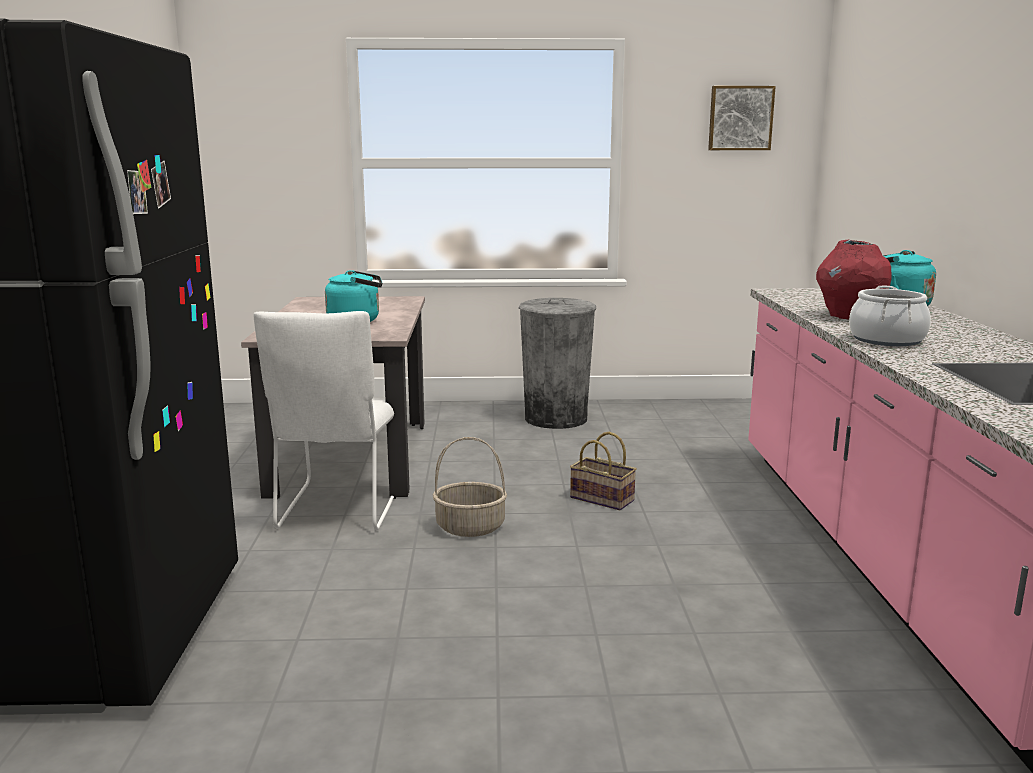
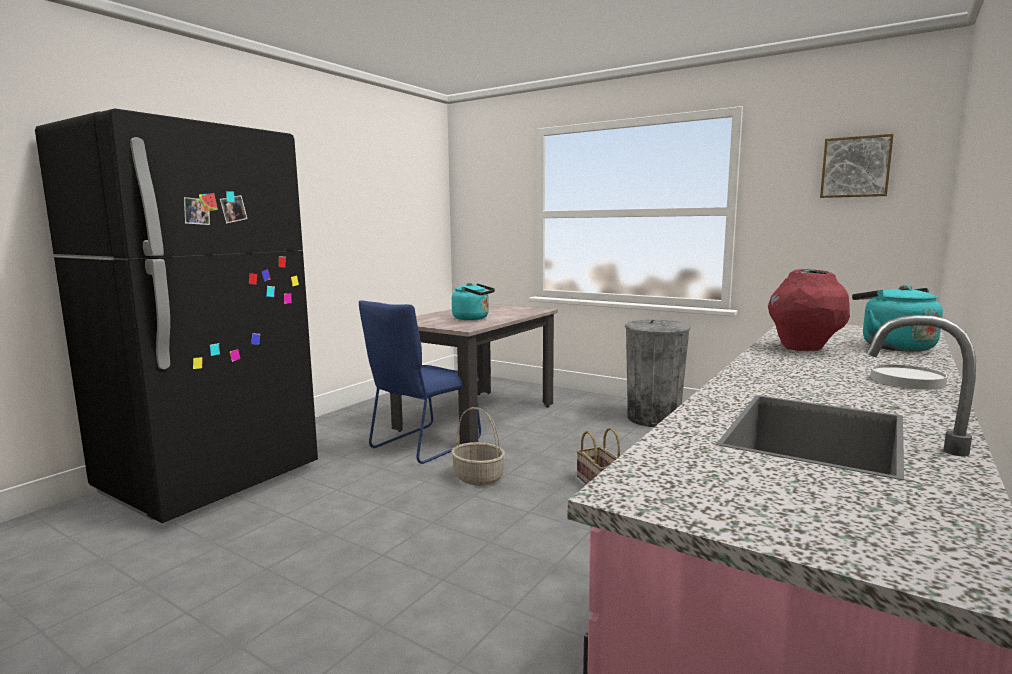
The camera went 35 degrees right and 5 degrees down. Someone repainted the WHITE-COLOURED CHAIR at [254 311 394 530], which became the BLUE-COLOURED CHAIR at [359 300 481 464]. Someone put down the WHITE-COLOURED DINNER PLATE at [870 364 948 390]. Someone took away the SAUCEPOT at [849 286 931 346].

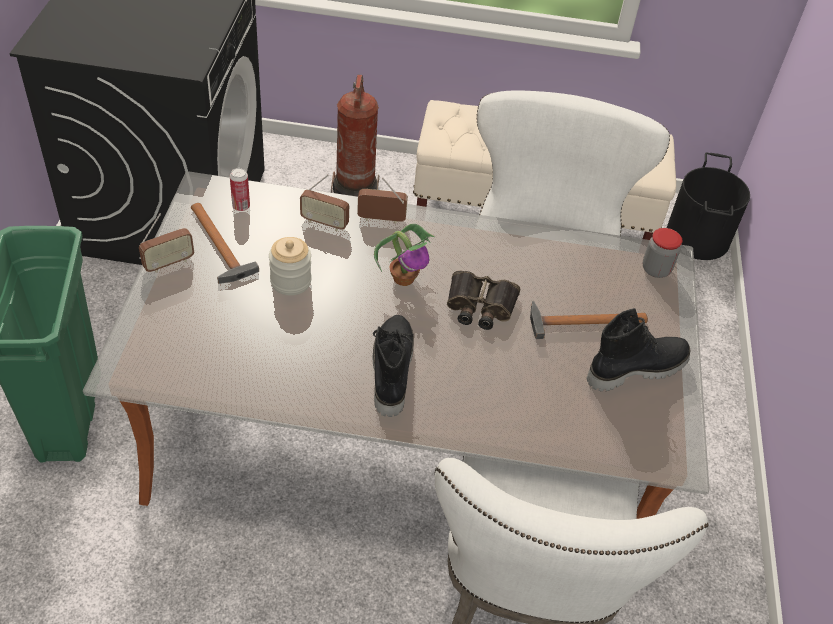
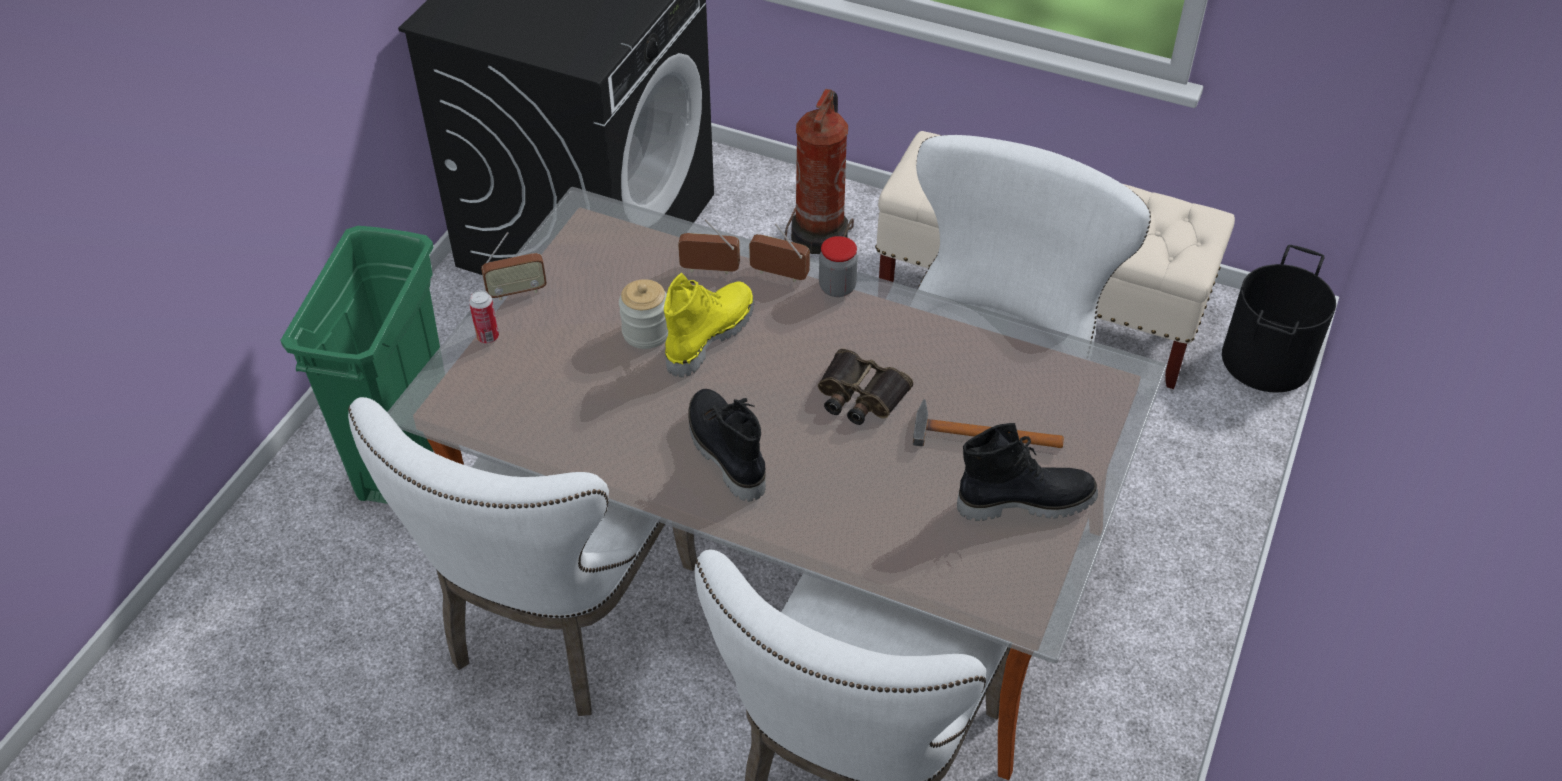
The camera went 20 degrees right and 0 degrees up. Someone put down the WHITE-COLOURED CHAIR at [348 397 697 716]. Someone carried the CAN from [230 168 250 211] to [469 290 499 343]. Someone put down the YELLOW HIGH-TOP BOOT at [664 273 754 377]. Someone rotated the RADIO SET at [300 174 349 231] by 150 degrees clockwise. Someone rotated the BLACK HIGH-TOP BOOT at [373 315 414 417] by 45 degrees counterclockwise. Someone carried the STORAGE JAR from [643 228 682 278] to [819 236 858 297]. Someone took away the HAND HAMMER at [191 203 259 284]. Someone took away the HOUSEPLANT at [374 224 435 286].

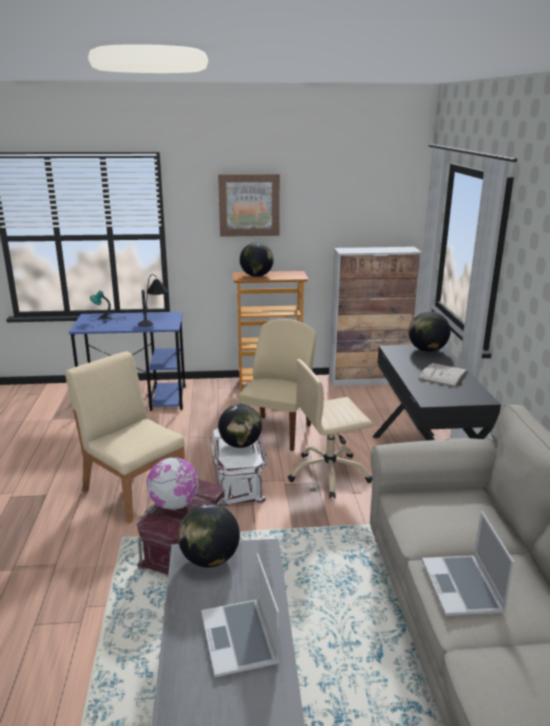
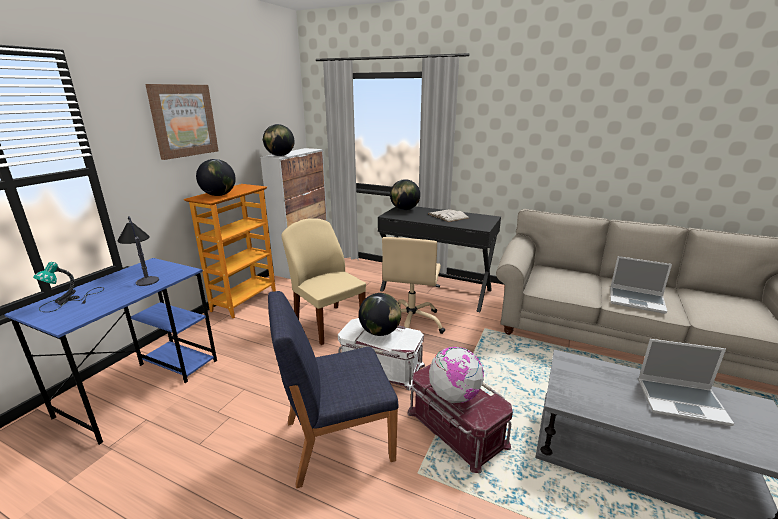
The camera went 60 degrees left and 0 degrees up. Someone carried the DESK GLOBE from [178 504 240 567] to [263 124 295 156]. Someone repainted the BEIGE-COLOURED CHAIR at [65 351 185 523], which became the BLUE-COLOURED CHAIR at [268 291 399 488].

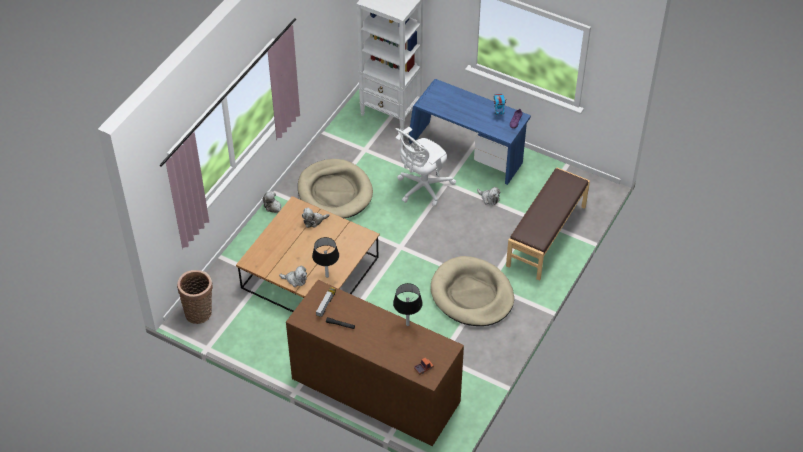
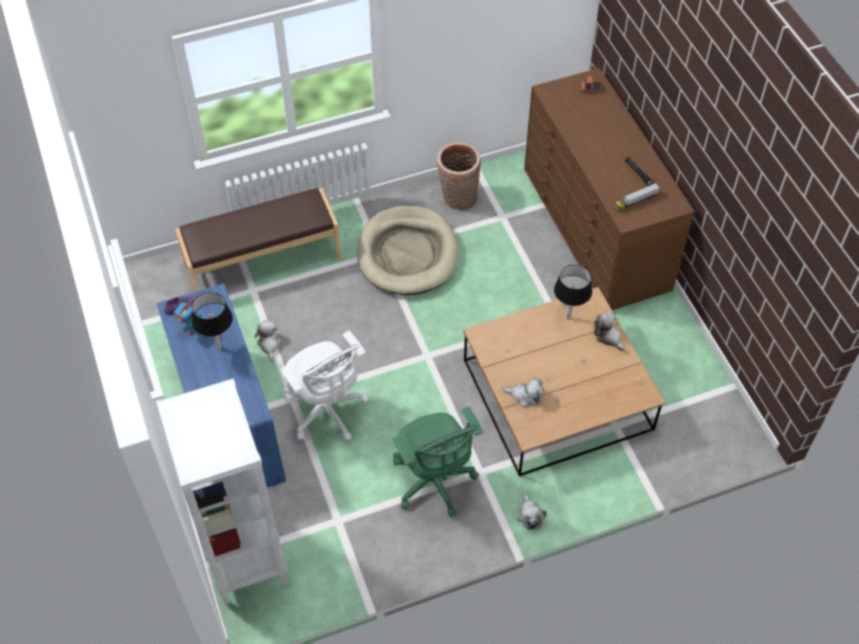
The camera went 140 degrees left and 5 degrees up. Someone carried the BLACK TABLE LAMP from [393 283 423 326] to [191 292 233 350]. Someone rotated the WHITE-COLOURED COMPUTER CHAIR at [395 127 456 206] by 60 degrees clockwise. Someone swapped the BEIGE-COLOURED DOG CUSHION at [298 159 373 218] for the GREEN-COLOURED COMPUTER CHAIR at [392 407 483 518]. Someone carried the BASKET from [177 270 213 324] to [437 142 481 210].

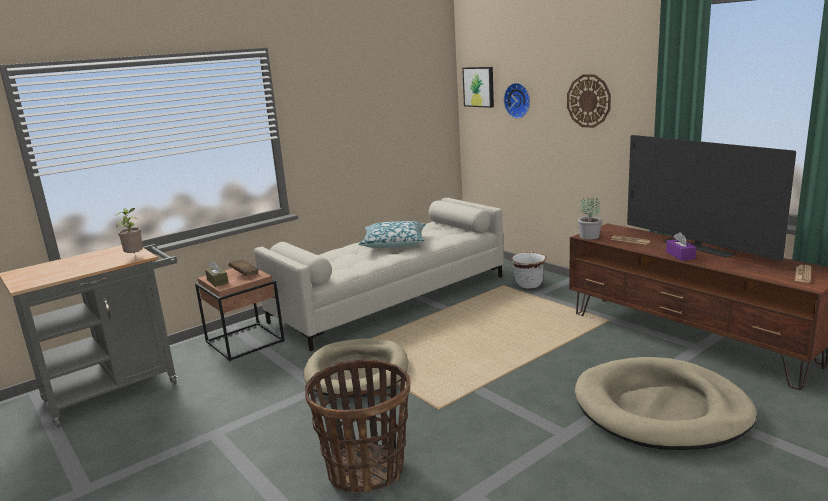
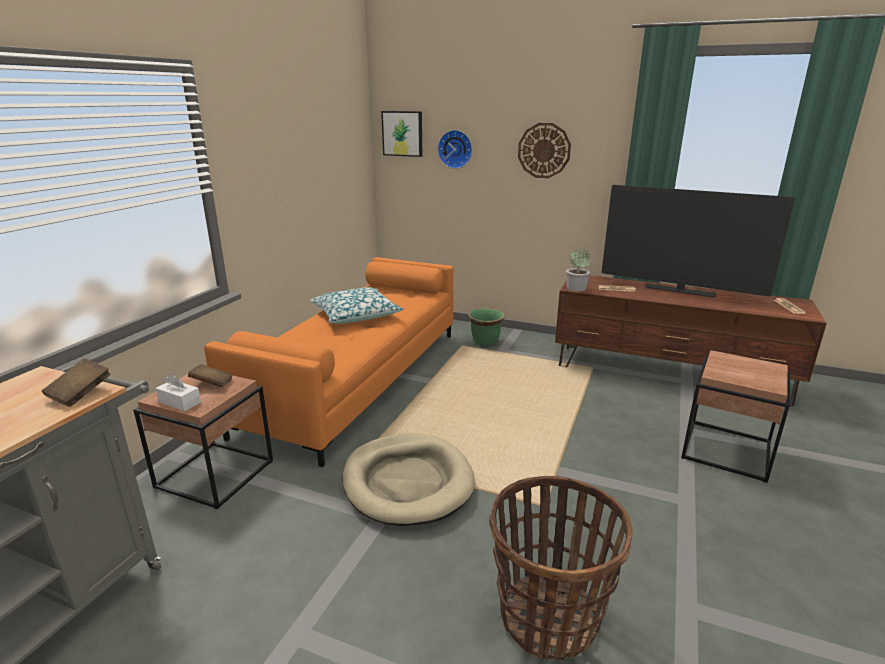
The camera went 30 degrees left and 5 degrees up. Someone swapped the HOUSEPLANT at [115 208 143 253] for the BROWN-COLOURED BOUND BOOK at [42 358 111 407]. Someone repainted the BROWN-COLOURED TISSUE BOX at [205 261 228 287], which became the WHITE-COLOURED TISSUE BOX at [156 374 201 411]. Someone repainted the BEIGE-COLOURED COUCH at [254 198 504 351], which became the ORANGE-COLOURED COUCH at [204 257 453 467]. Someone repainted the WHITE-COLOURED FLOWER POT at [511 252 547 289], which became the GREEN-COLOURED FLOWER POT at [468 308 505 346]. Someone swapped the BEIGE-COLOURED DOG CUSHION at [575 357 757 450] for the BROWN-COLOURED SIDE TABLE at [681 350 790 483]. Someone took away the PURPLE-COLOURED TISSUE BOX at [666 232 696 261].

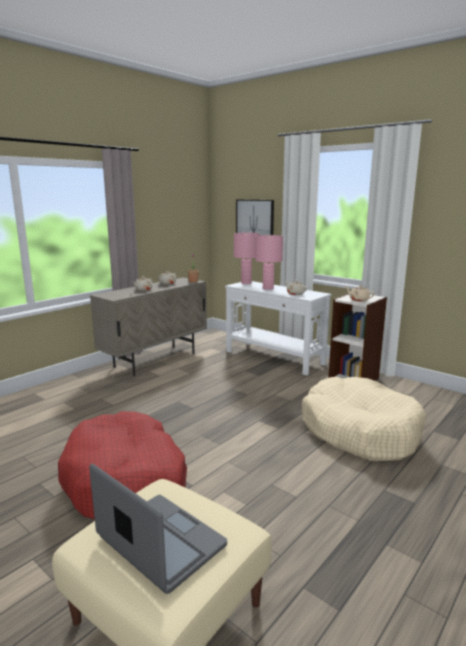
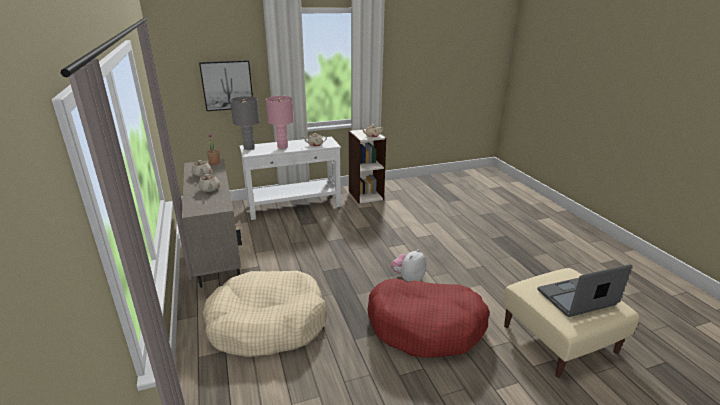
The camera went 60 degrees left and 10 degrees up. Someone carried the BEIGE-COLOURED DOG CUSHION from [302 377 426 461] to [202 271 327 357]. Someone repainted the PINKISH TABLE LAMP at [234 233 260 284], which became the GREY TABLE LAMP at [230 96 260 150]. Someone put down the CUDDLY TOY at [391 249 426 282].

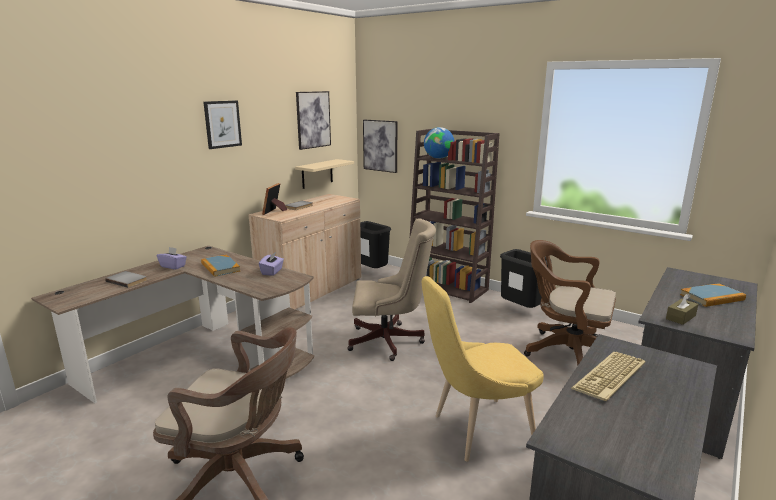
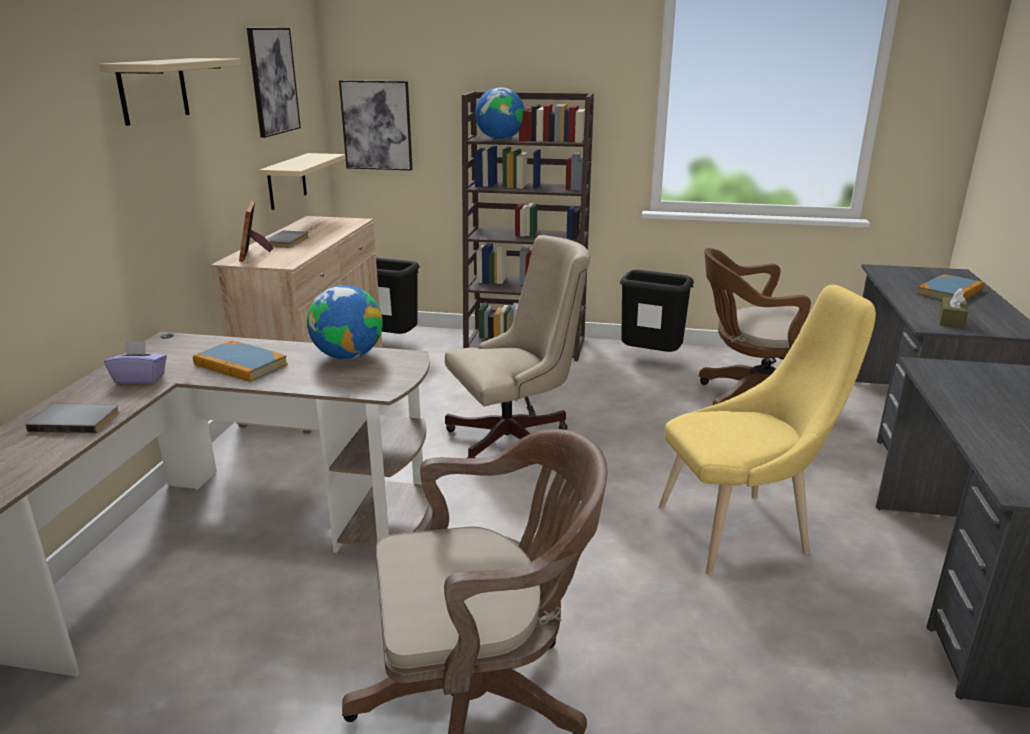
The camera went 25 degrees left and 5 degrees up. Someone swapped the PICTURE at [203 100 242 149] for the BEIGE-COLOURED BRACKET SHELF at [99 58 241 126]. Someone swapped the PURPLE-COLOURED TISSUE BOX at [259 252 284 276] for the DESK GLOBE at [307 285 383 359]. Someone rotated the YELLOW CHAIR at [422 276 544 461] by 150 degrees counterclockwise. Someone took away the PC KEYBOARD at [571 352 645 401].

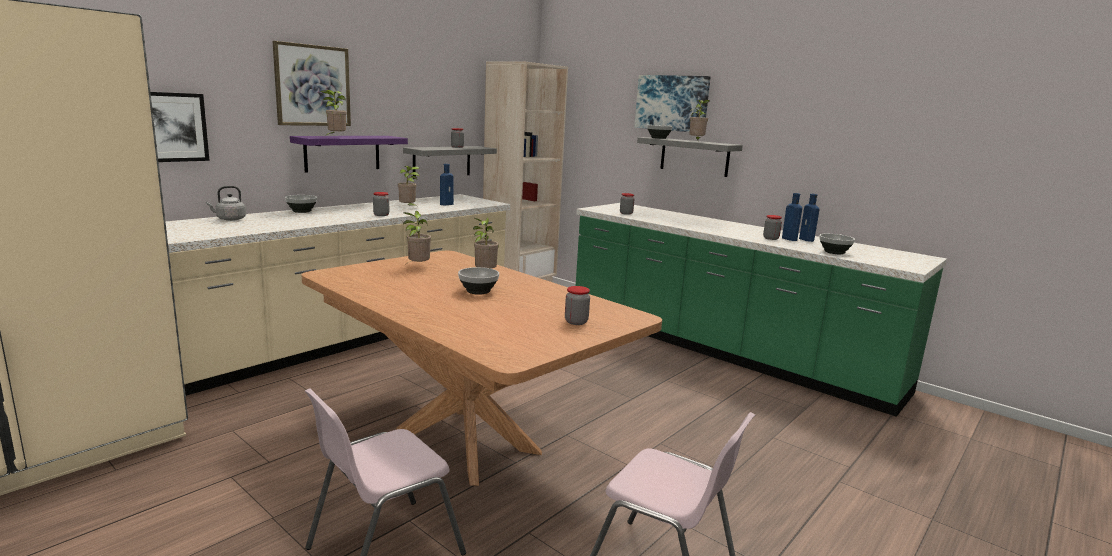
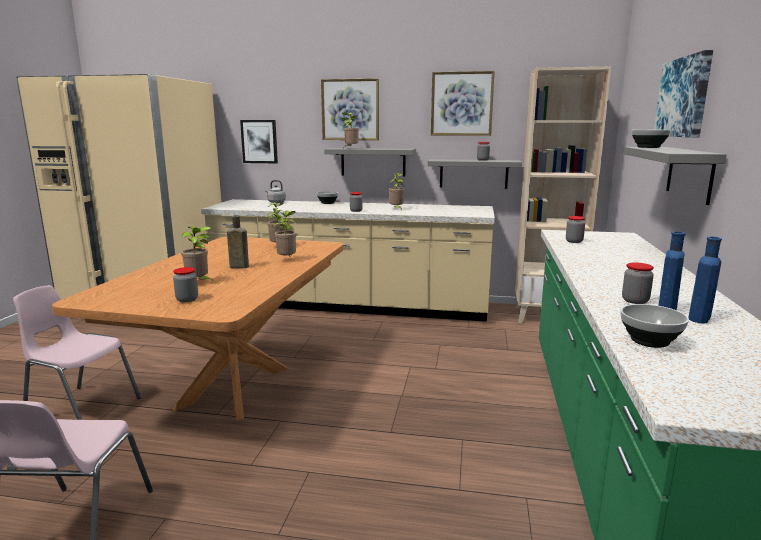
The camera went 60 degrees right and 0 degrees up. Someone carried the HOUSEPLANT from [689 100 709 140] to [181 226 211 280]. Someone swapped the DEEP DISH at [458 267 499 295] for the BROWN-COLOURED BEVERAGE BOTTLE at [227 215 249 268]. Someone repainted the PURPLE-COLOURED BRACKET SHELF at [290 136 408 173], which became the GREY BRACKET SHELF at [324 148 416 177]. Someone put up the PICTURE at [431 71 495 136]. Someone took away the BLUE-COLOURED BEVERAGE BOTTLE at [440 164 454 205].

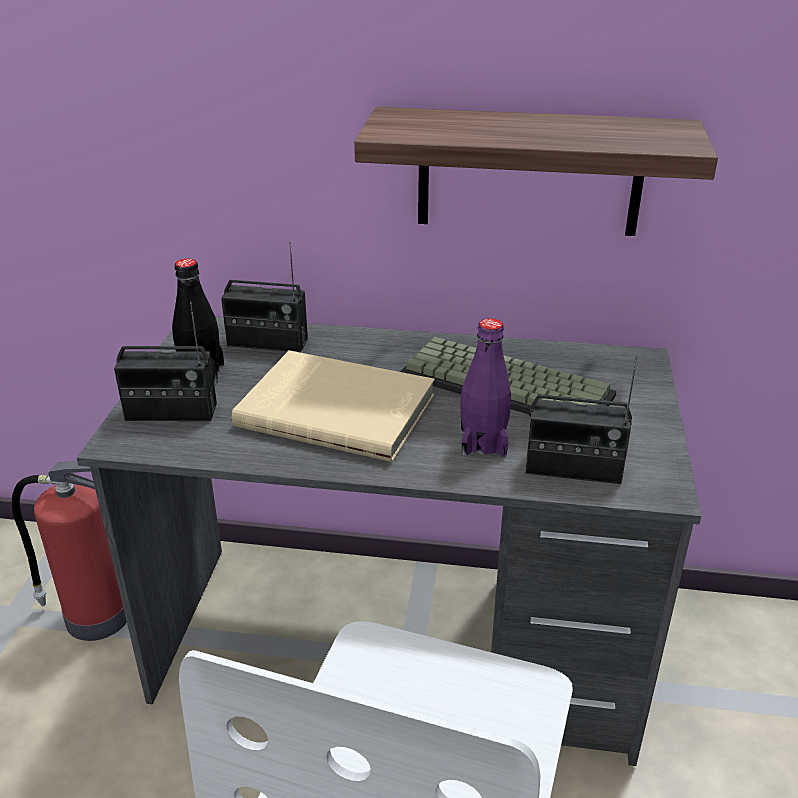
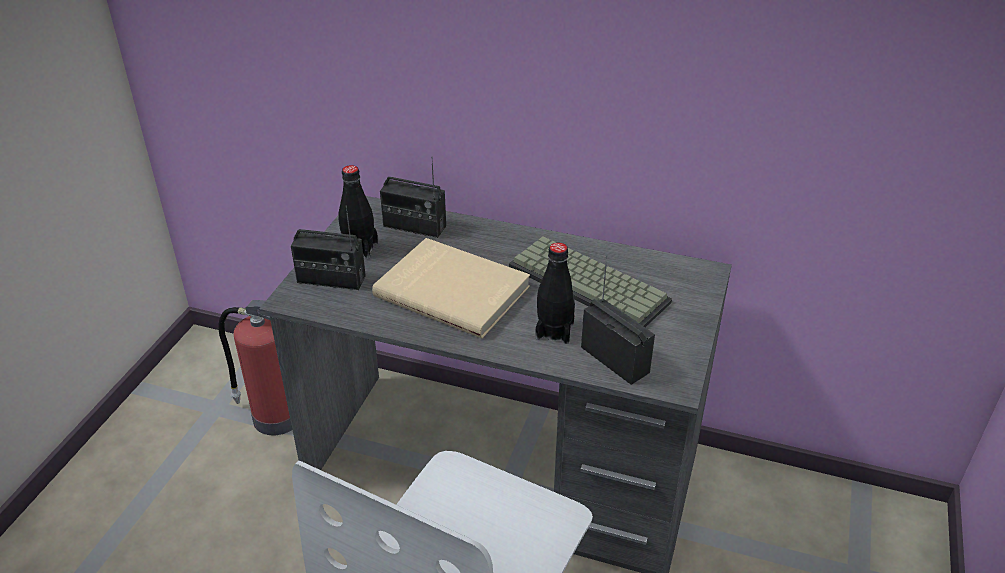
The camera went 10 degrees right and 5 degrees up. Someone repainted the PURPLE-COLOURED BEVERAGE BOTTLE at [460 318 511 457], which became the BLACK BEVERAGE BOTTLE at [535 243 575 344]. Someone rotated the RADIO SET at [525 356 637 484] by 150 degrees counterclockwise. Someone took away the BRACKET SHELF at [354 107 718 236].

